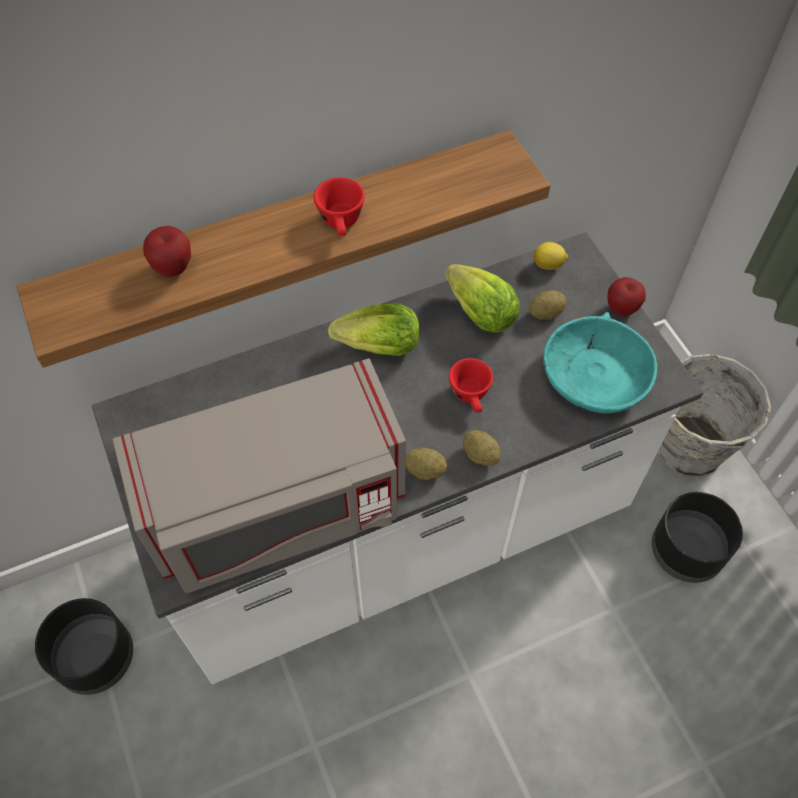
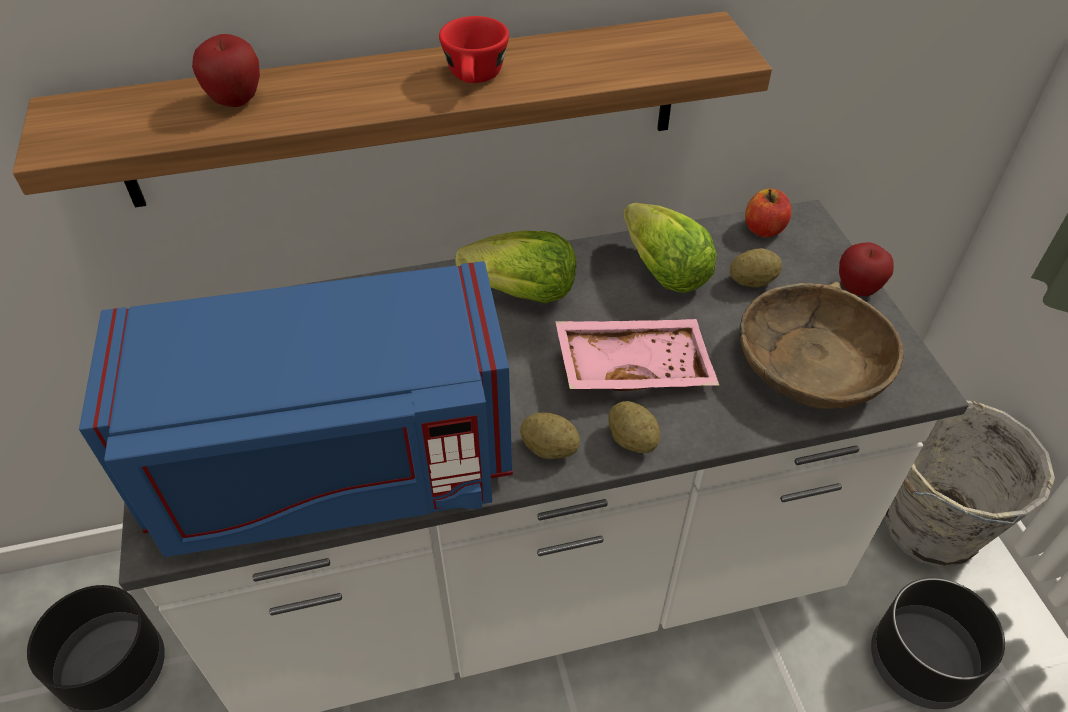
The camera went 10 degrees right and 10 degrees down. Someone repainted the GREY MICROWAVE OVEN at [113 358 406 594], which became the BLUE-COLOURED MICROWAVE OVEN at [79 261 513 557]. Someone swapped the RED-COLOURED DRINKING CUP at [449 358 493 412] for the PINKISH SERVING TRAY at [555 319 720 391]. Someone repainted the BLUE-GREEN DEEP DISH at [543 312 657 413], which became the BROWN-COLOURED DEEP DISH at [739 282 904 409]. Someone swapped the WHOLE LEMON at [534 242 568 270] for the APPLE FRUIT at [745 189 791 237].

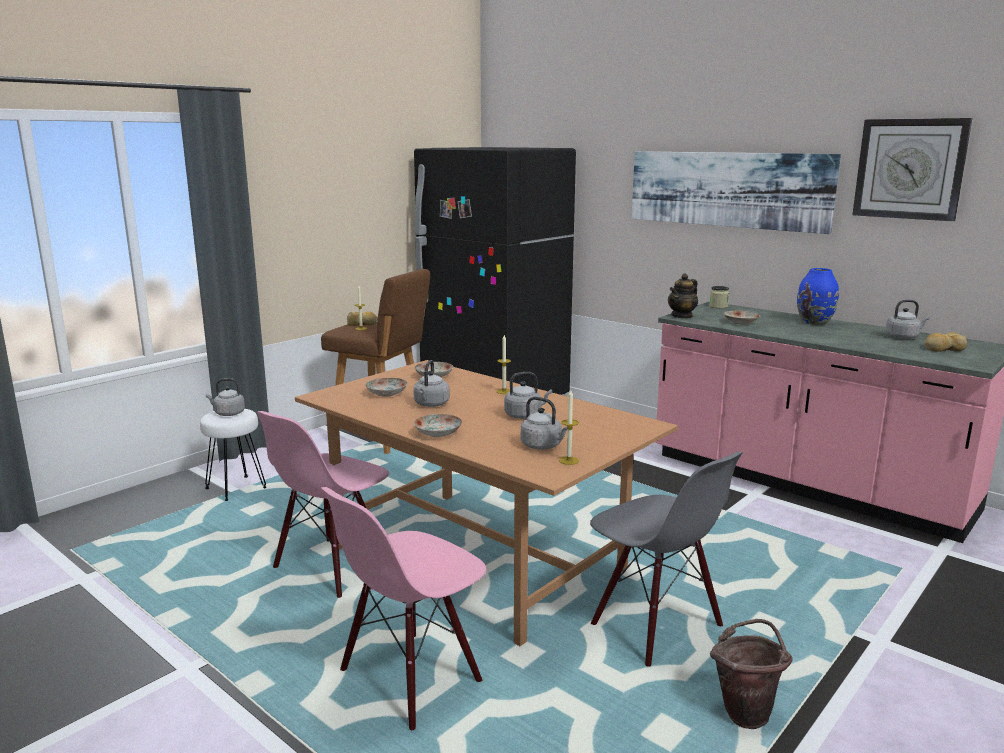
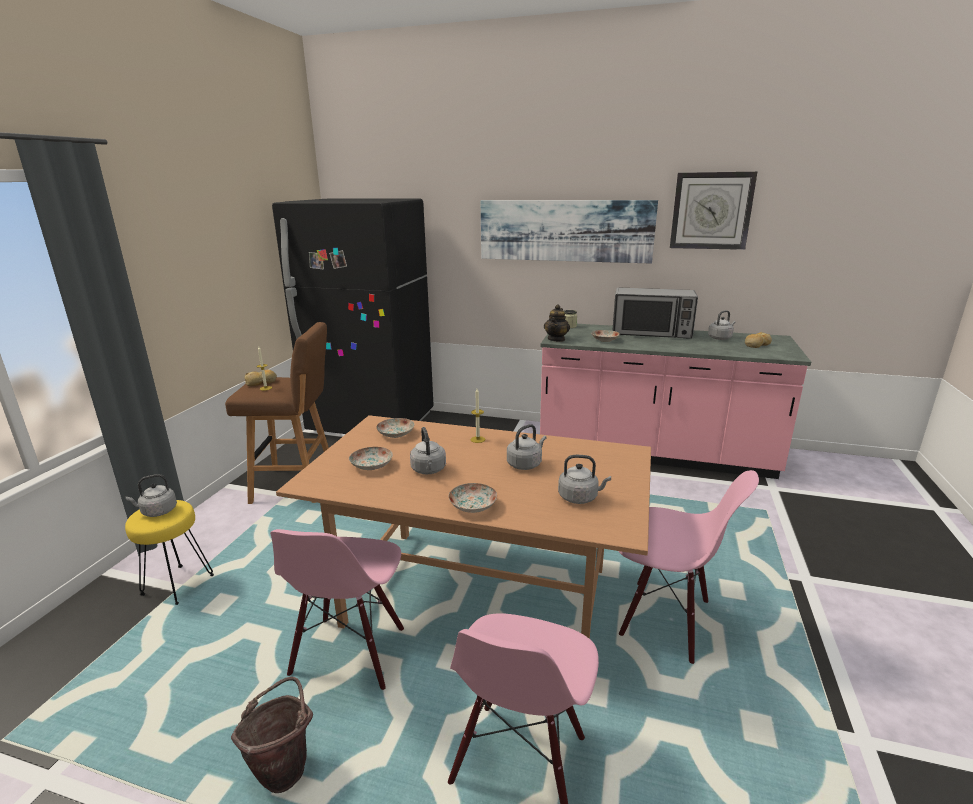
The camera went 25 degrees left and 5 degrees up. Someone repainted the WHITE-COLOURED STOOL at [200 409 266 501], which became the YELLOW STOOL at [125 500 214 605]. Someone carried the BROWN-COLOURED WATER BUCKET from [710 619 793 729] to [231 677 313 793]. Someone swapped the BLUE-COLOURED VASE at [797 268 839 325] for the MICROWAVE OVEN at [612 287 698 339]. Someone repainted the GREY CHAIR at [590 452 742 667], which became the PINKISH CHAIR at [618 470 759 664]. Someone took away the WAX CANDLE at [559 390 579 465].

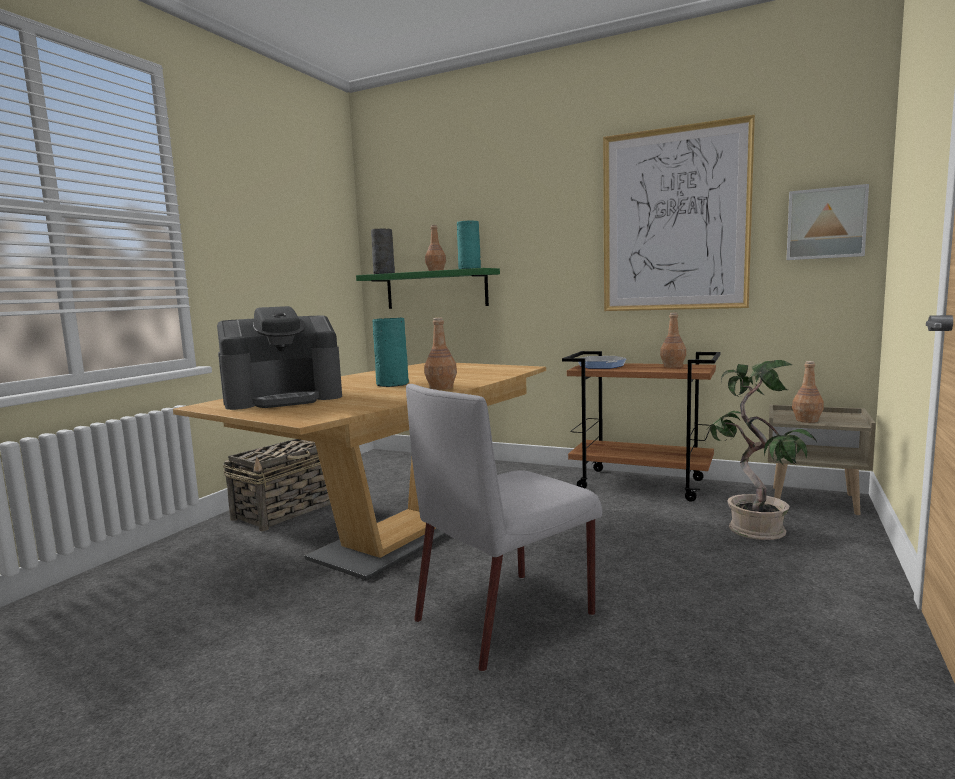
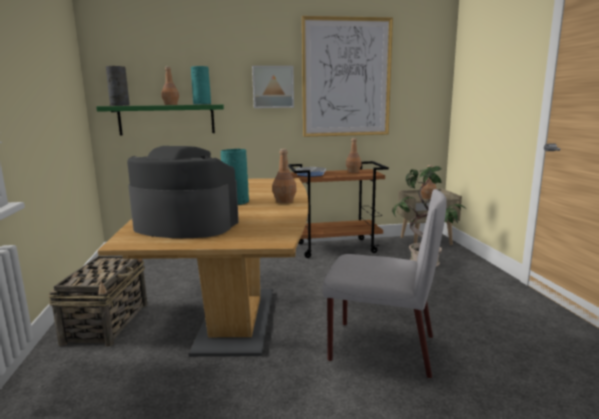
The camera went 35 degrees left and 5 degrees up. Someone rotated the COFFEE MACHINE at [217 306 342 410] by 105 degrees counterclockwise. Someone carried the PICTURE from [786 184 869 260] to [252 66 294 108]. Someone rotated the GREY CHAIR at [406 384 602 672] by 90 degrees counterclockwise.

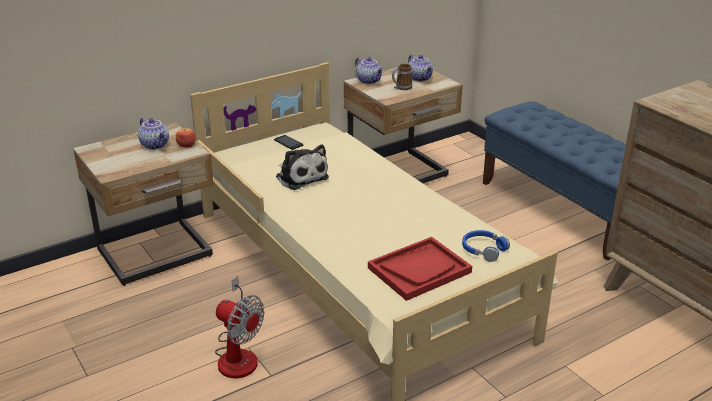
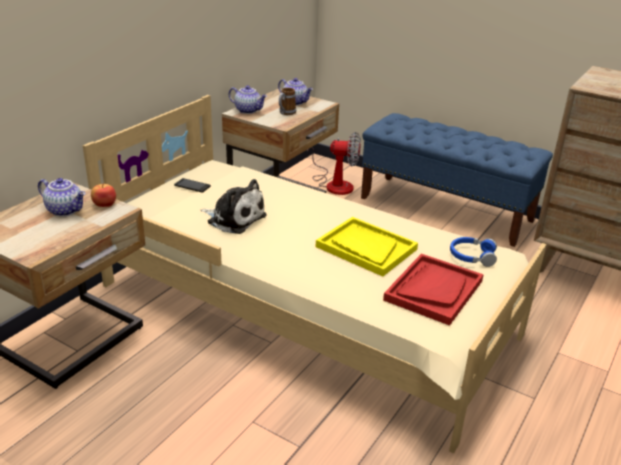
The camera went 25 degrees left and 0 degrees up. Someone carried the ELECTRIC FAN from [215 276 265 378] to [308 132 361 195]. Someone put down the YELLOW SERVING TRAY at [316 217 418 276].

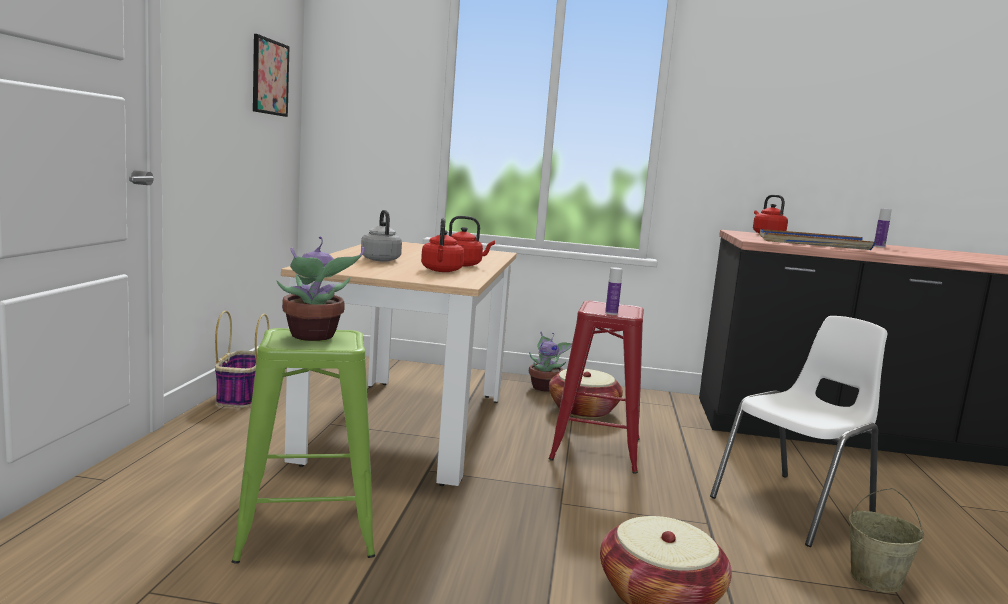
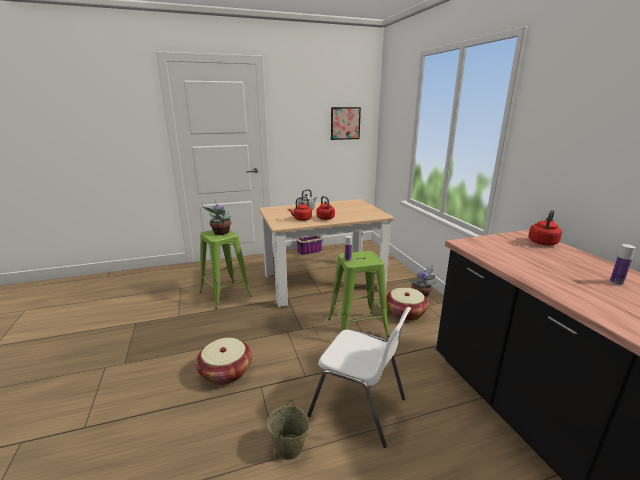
The camera went 65 degrees right and 10 degrees up. Someone repainted the RED-COLOURED STOOL at [548 301 644 474], which became the GREEN-COLOURED STOOL at [328 251 389 337]. Someone took away the BLUE-COLOURED SERVING TRAY at [760 229 875 250].

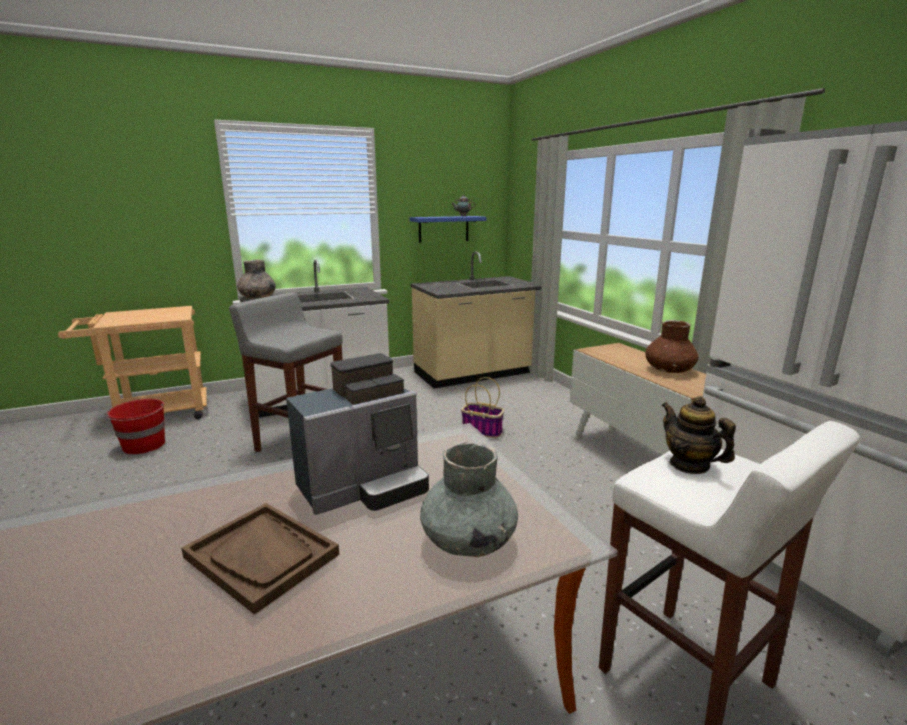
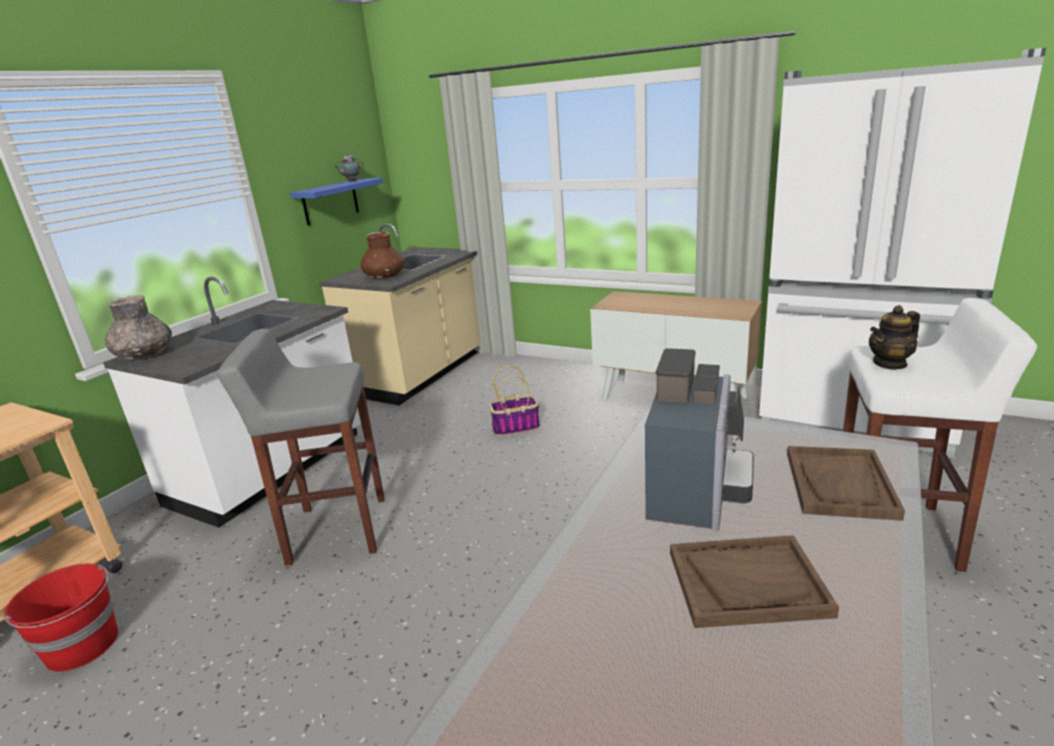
The camera went 35 degrees left and 5 degrees up. Someone carried the BROWN-COLOURED VASE from [645 320 699 373] to [360 232 405 279]. Someone swapped the GREY VASE at [420 441 518 557] for the BROWN-COLOURED SERVING TRAY at [787 446 905 521]. Someone rotated the POT FOR TEA at [661 396 736 474] by 45 degrees counterclockwise.

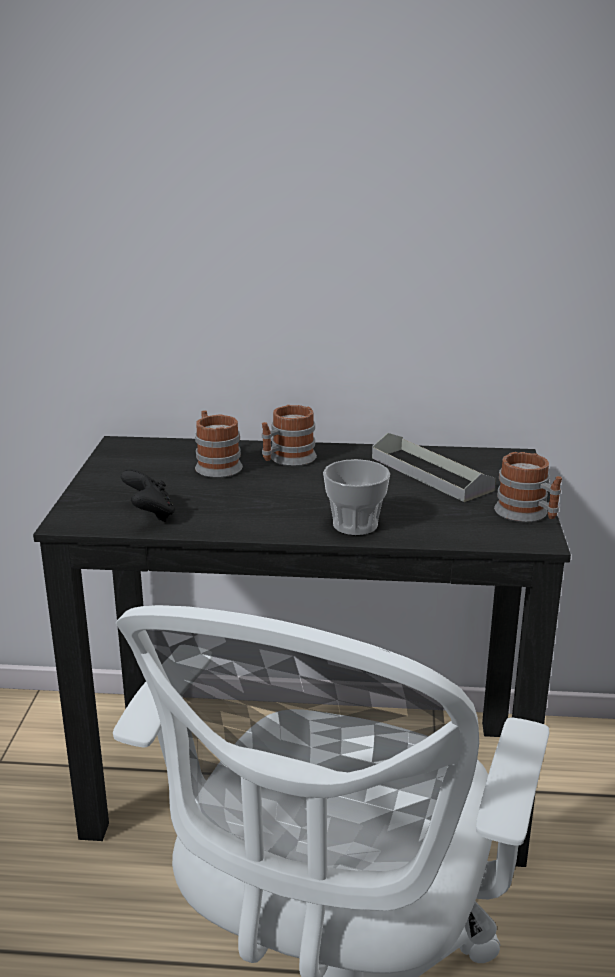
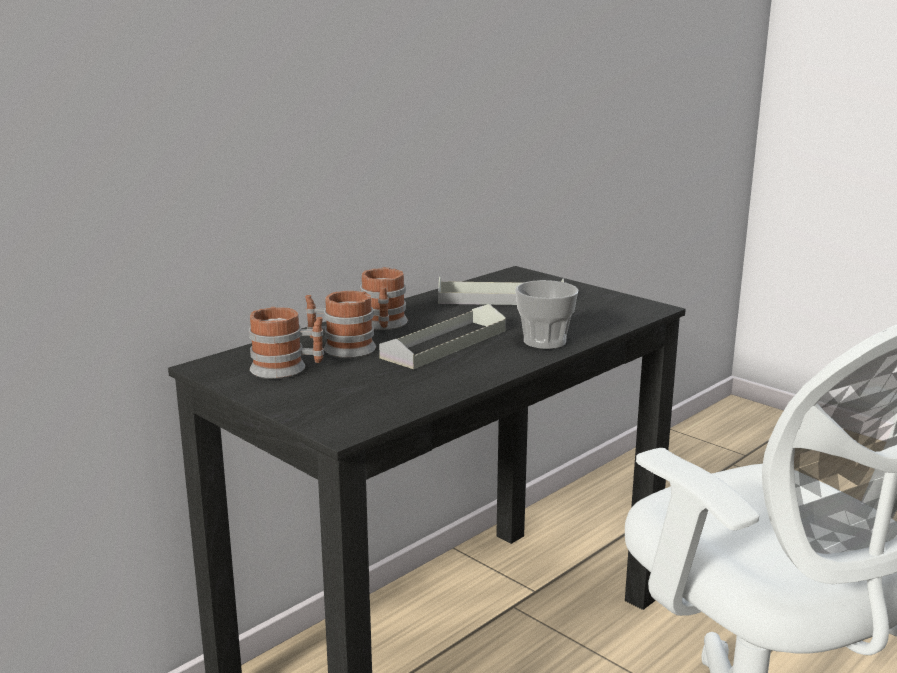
The camera went 50 degrees left and 5 degrees down. Someone carried the MUG from [494 452 562 522] to [249 307 324 379]. Someone put down the GREY SERVING TRAY at [379 304 506 369]. Someone took away the BLACK GAMEPAD at [121 469 175 522].

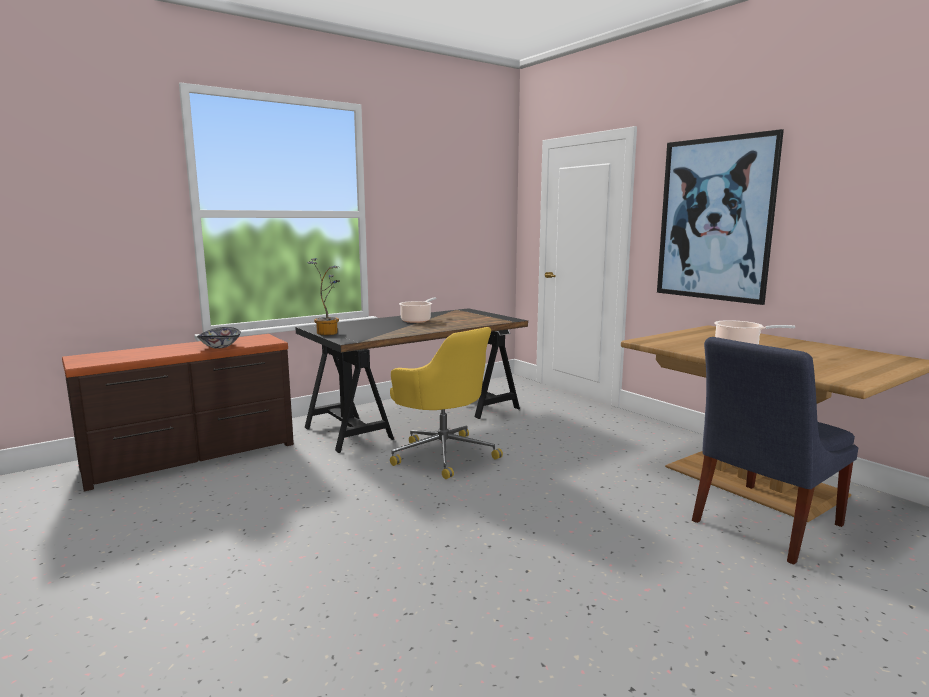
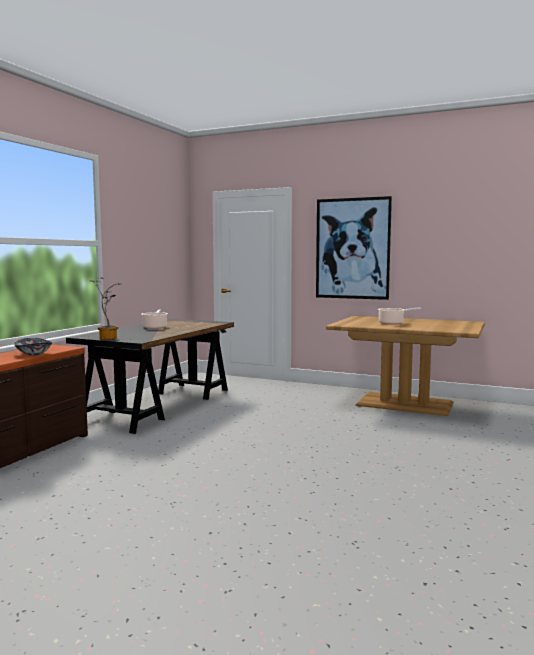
The camera went 30 degrees left and 5 degrees down. Someone took away the YELLOW COMPUTER CHAIR at [390 327 503 479]. Someone took away the BLUE-COLOURED CHAIR at [692 337 858 564].

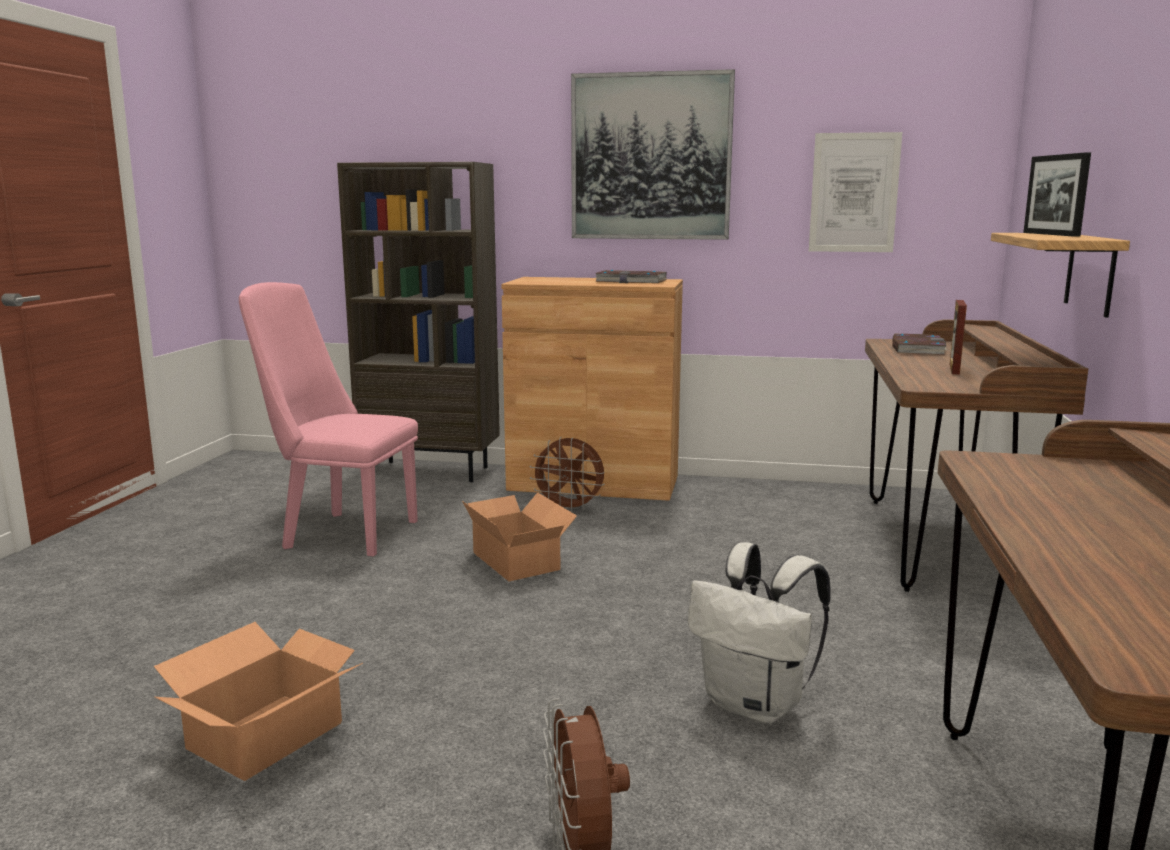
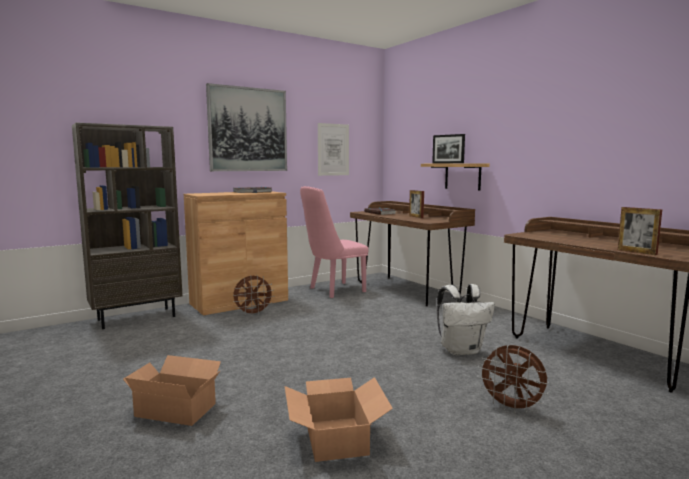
The camera went 45 degrees left and 5 degrees down. Someone carried the CARTON from [462 492 577 581] to [123 355 221 426]. Someone carried the PINKISH CHAIR from [239 282 418 556] to [300 186 369 298]. Someone put down the STANDING FRAME at [618 207 662 255].

